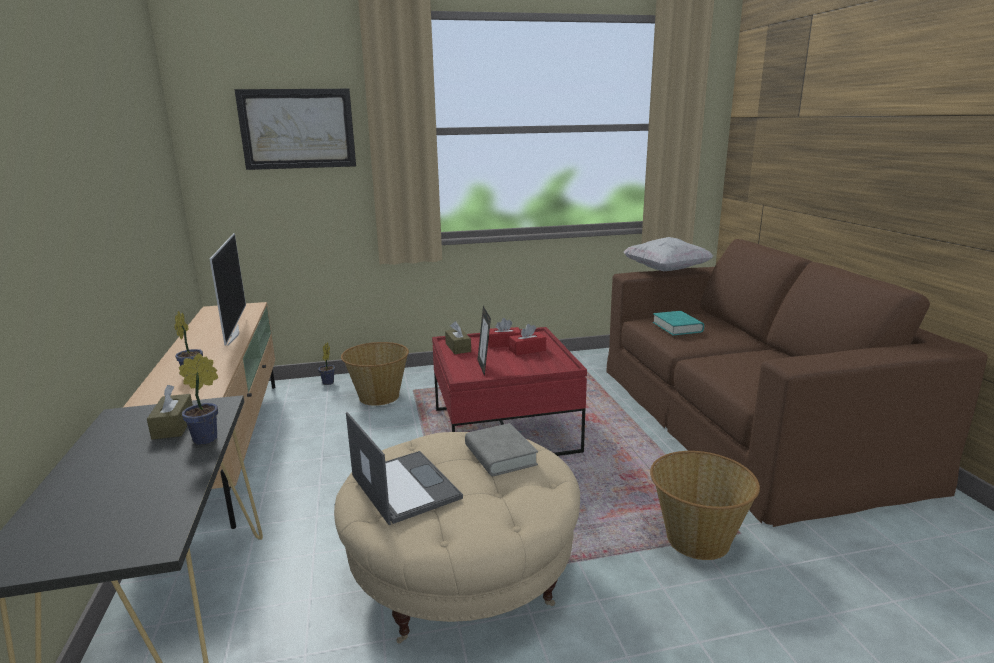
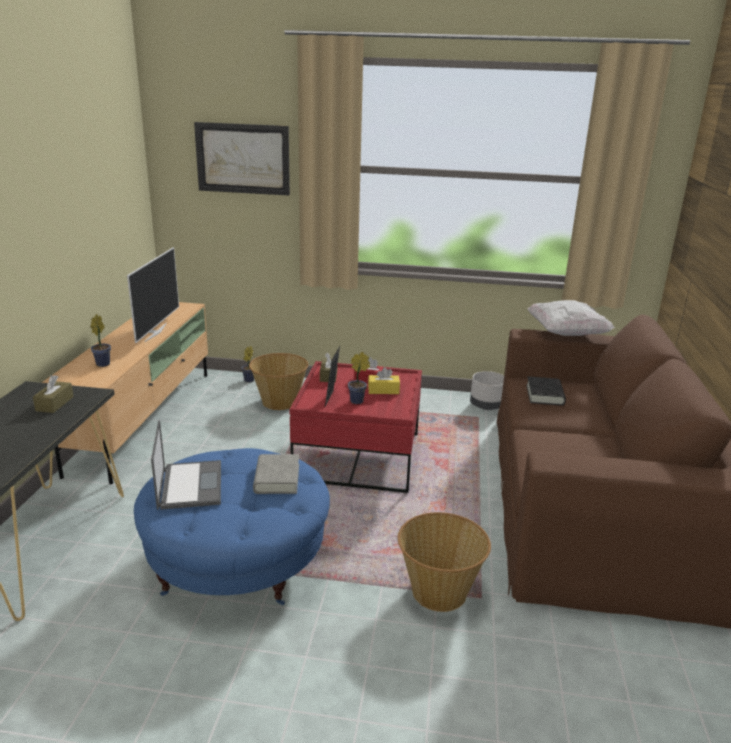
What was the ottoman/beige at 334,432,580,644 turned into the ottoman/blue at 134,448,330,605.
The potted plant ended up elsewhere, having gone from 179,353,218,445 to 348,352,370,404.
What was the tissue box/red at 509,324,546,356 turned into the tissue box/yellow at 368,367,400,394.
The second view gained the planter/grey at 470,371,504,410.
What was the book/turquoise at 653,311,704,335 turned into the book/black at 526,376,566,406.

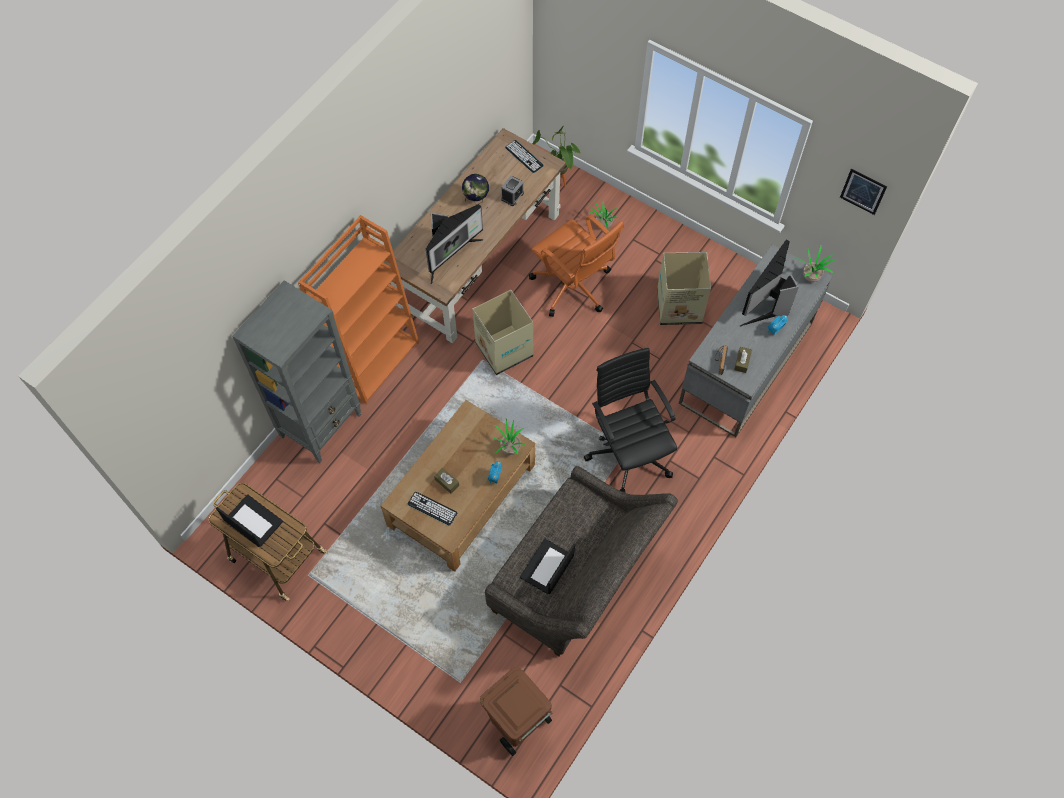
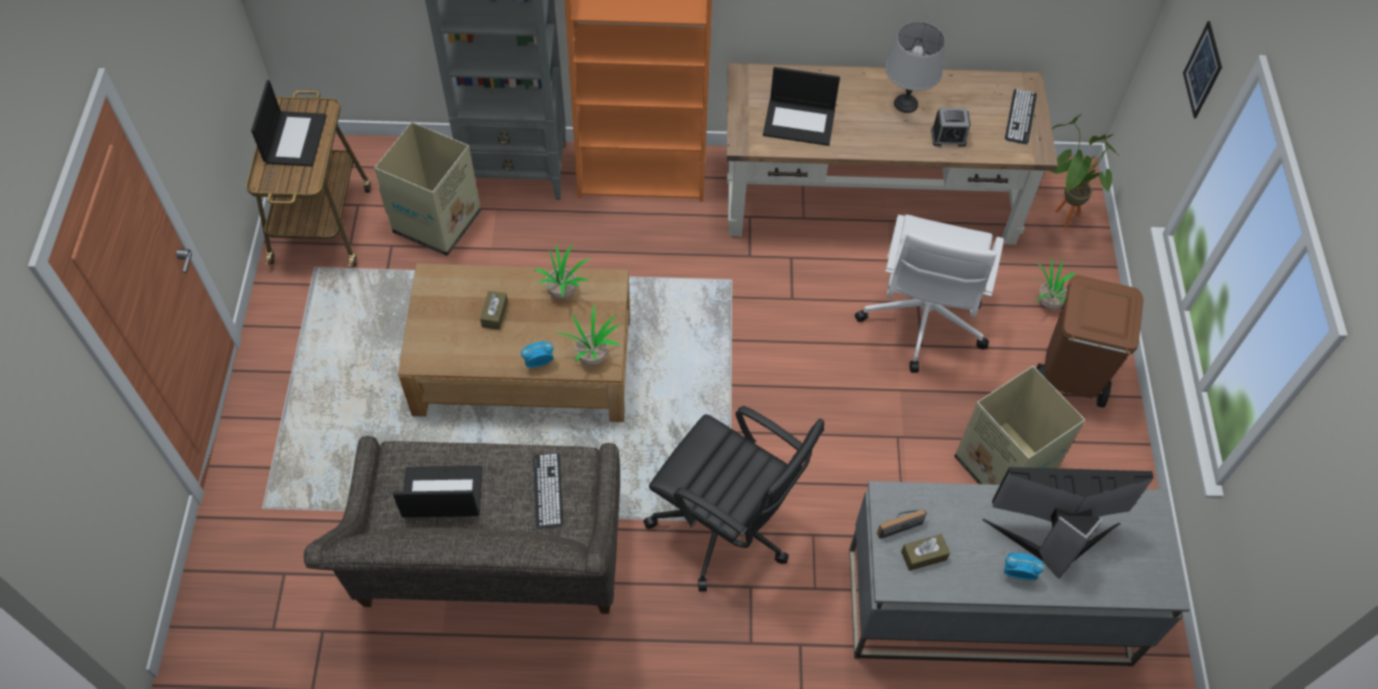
The cardboard box ended up elsewhere, having gone from 472,290,533,375 to 374,122,481,256.
The keyboard ended up elsewhere, having gone from 407,492,457,526 to 533,453,563,529.
The potted plant ended up elsewhere, having gone from 796,246,835,282 to 535,243,592,299.
The office chair/black at 584,348,677,493 ended up facing another way, 90 degrees clockwise from before.
Where the monitor stood at 426,204,483,284, the laptop came to stand at 763,67,840,146.
What was the office chair/orange at 529,215,624,317 turned into the office chair/white at 855,215,1004,373.
Where the globe stood at 462,174,489,205, the table lamp/grey came to stand at 886,22,945,113.
The trash can/brown ended up elsewhere, having gone from 480,667,553,756 to 1036,275,1143,408.
The picture ended up elsewhere, having gone from 840,168,887,215 to 1183,21,1222,118.

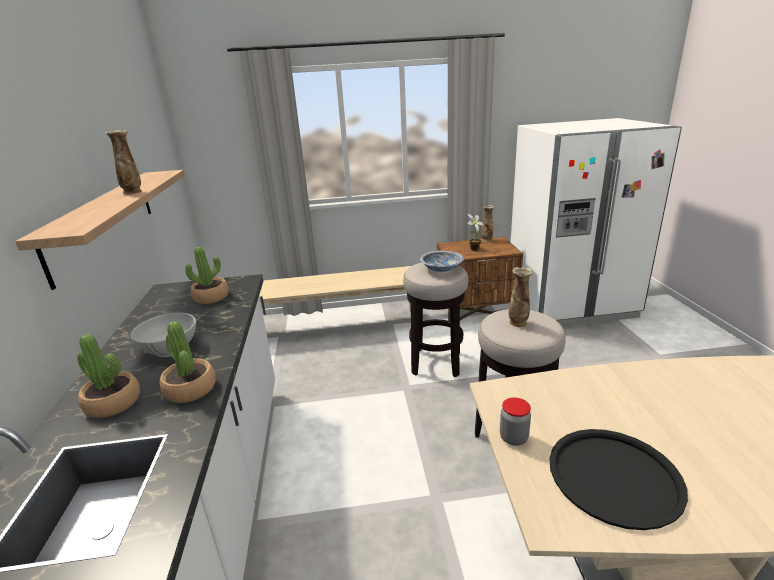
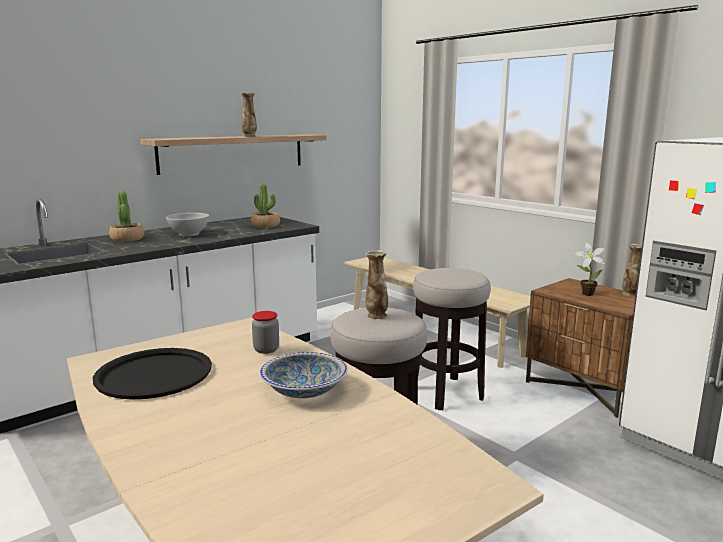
The jar ended up elsewhere, having gone from 500,397,531,446 to 252,311,279,354.
The bowl ended up elsewhere, having gone from 420,251,464,272 to 260,352,348,398.
The second view lost the potted plant at 159,321,216,403.

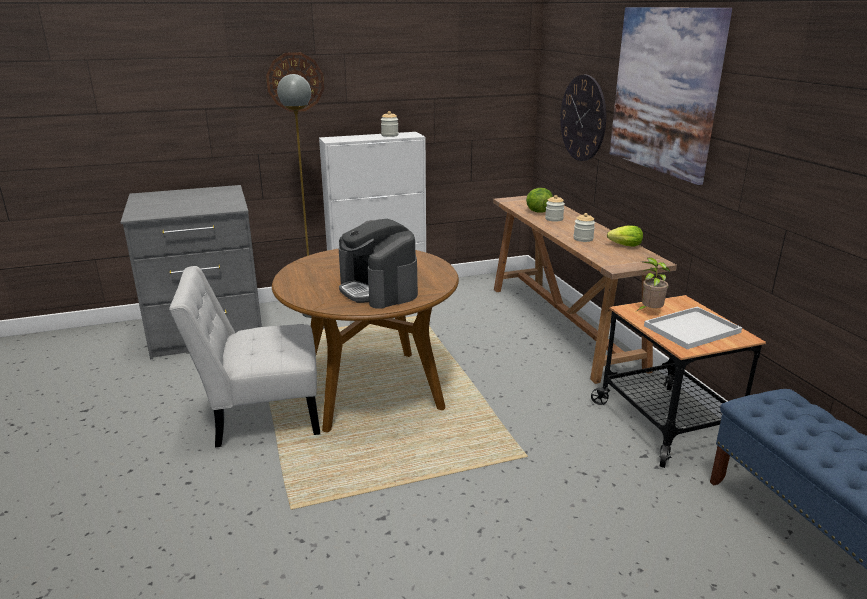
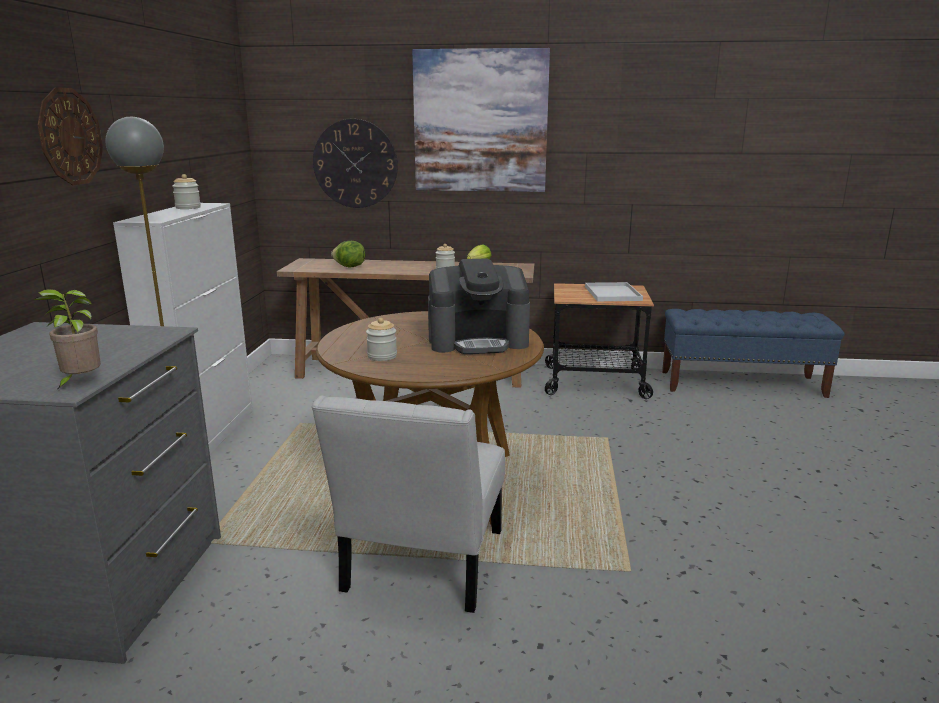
The potted plant ended up elsewhere, having gone from 637,257,670,311 to 33,289,101,390.
The jar ended up elsewhere, having gone from 545,195,565,222 to 366,318,397,361.

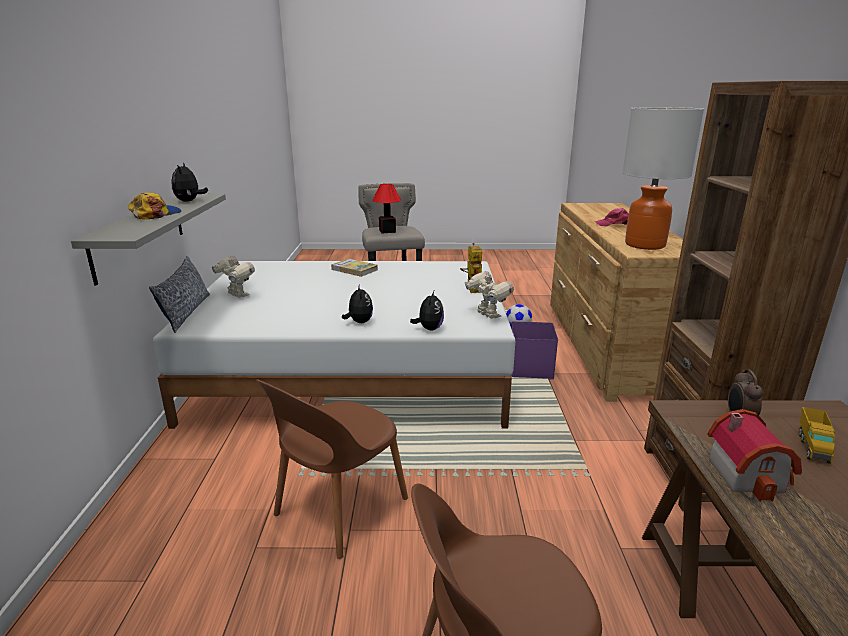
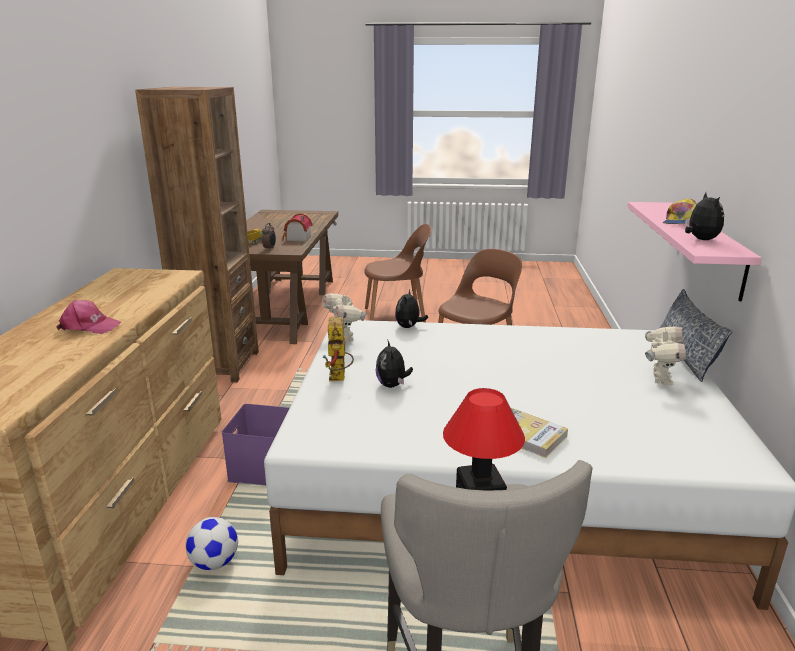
The plush toy ended up elsewhere, having gone from 342,284,373,323 to 376,339,413,388.
What was the shelf/grey at 71,194,226,286 turned into the shelf/pink at 627,202,762,302.
The toy robot at 212,256,255,298 ended up facing another way, 120 degrees counterclockwise from before.
The second view lost the table lamp at 622,107,704,250.

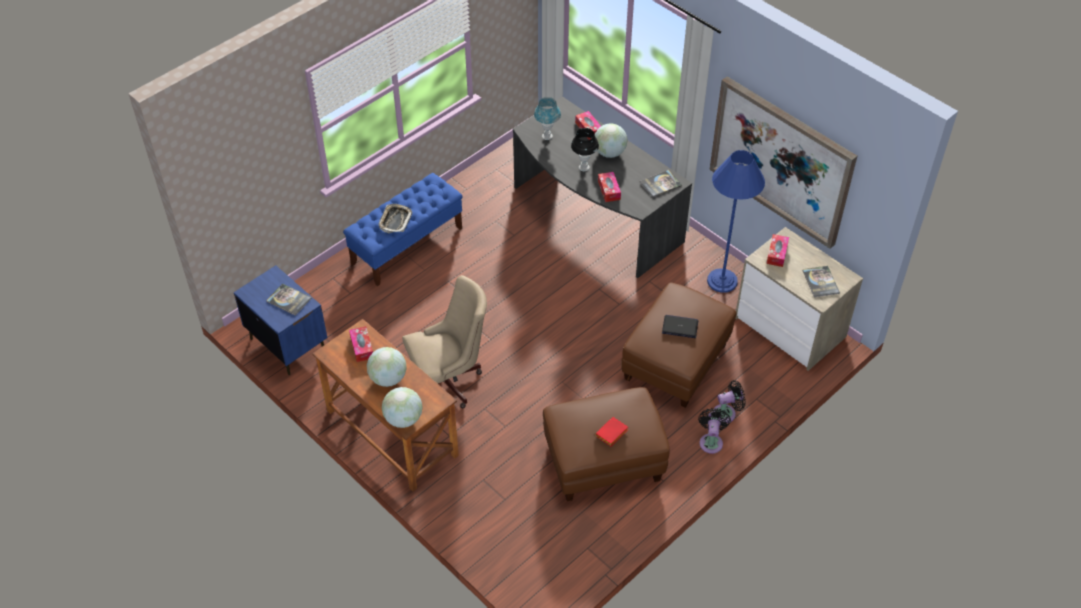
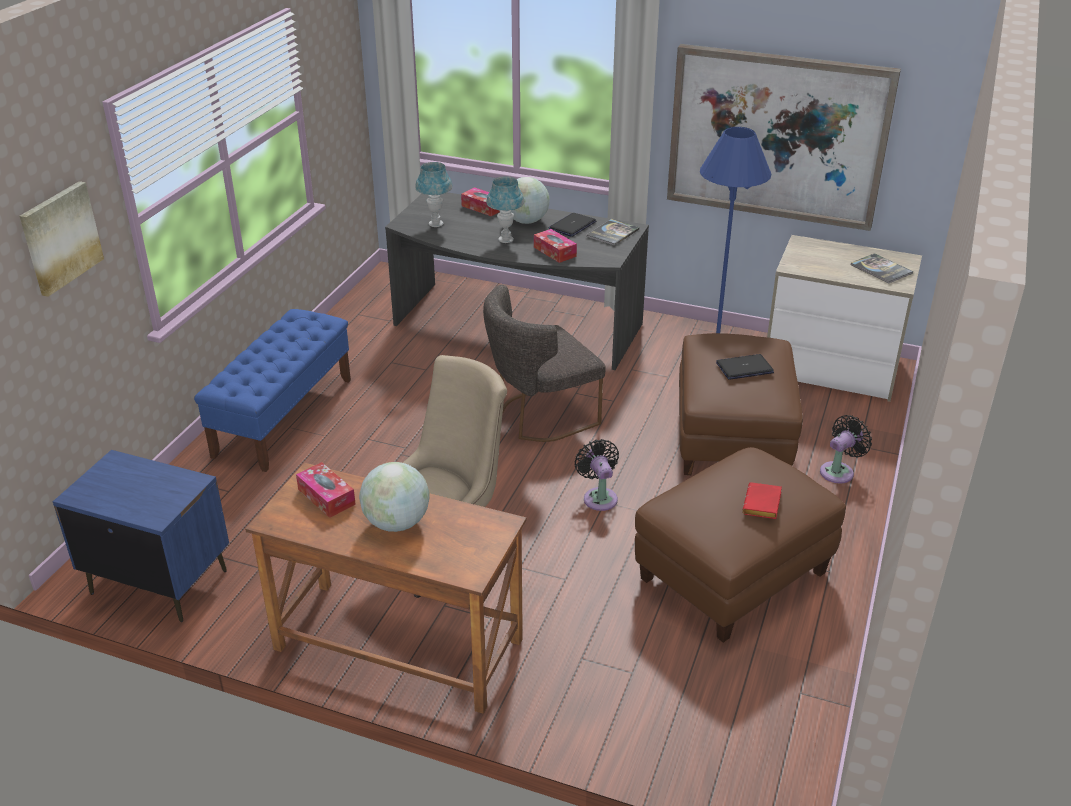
The second view gained the picture at 19,181,104,297.
The second view gained the chair/grey at 483,285,606,442.
What was the table lamp/black at 571,128,599,171 turned into the table lamp/blue at 486,176,524,243.
The second view gained the laptop at 548,213,596,237.
The fan/black ended up elsewhere, having gone from 698,408,731,454 to 575,439,619,511.
The second view lost the book at 266,283,312,316.
The second view lost the tray at 378,204,412,233.
The second view lost the globe at 382,387,423,428.
The second view lost the tissue box at 766,234,789,267.

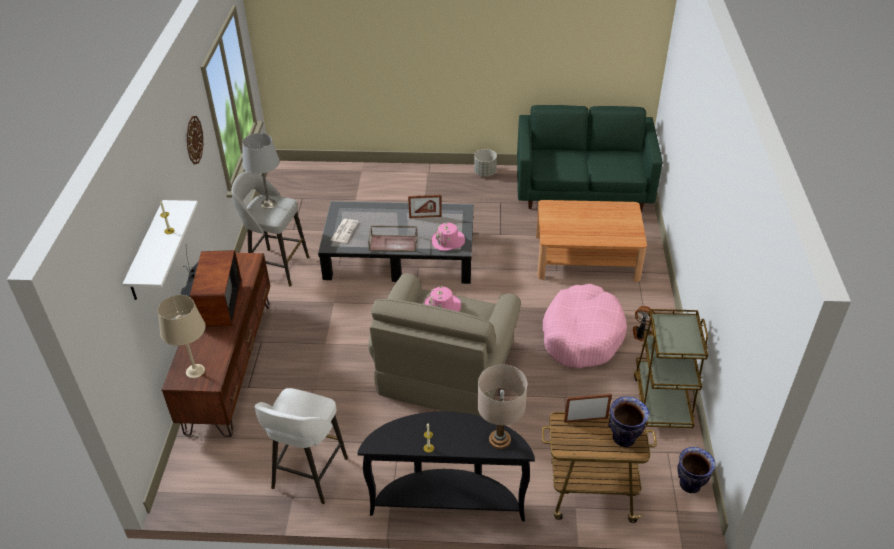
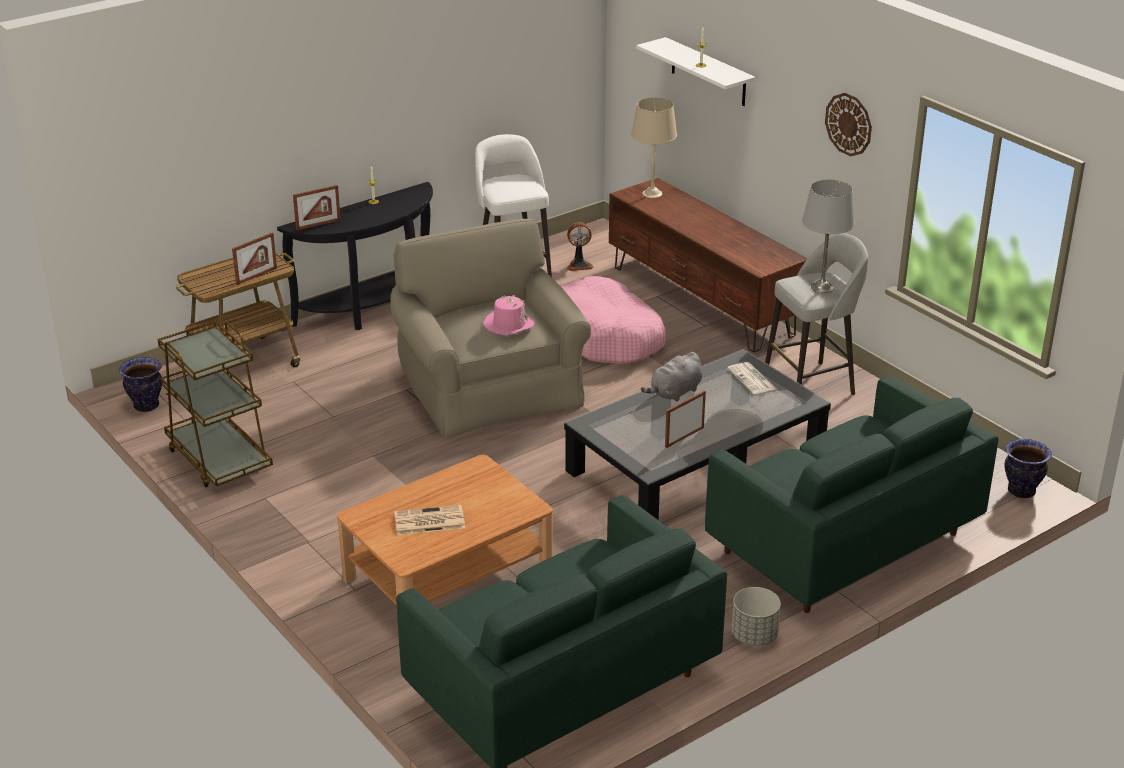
Where the table lamp/beige stood at 478,364,527,450, the picture frame came to stand at 293,185,341,230.
The second view gained the newspaper at 394,505,465,535.
The dog bed/pink ended up elsewhere, having gone from 543,283,627,368 to 561,276,666,364.
The fan ended up elsewhere, having gone from 633,306,655,341 to 567,222,594,271.
Where the tray/brown stood at 368,225,418,252, the plush toy/grey came to stand at 641,352,702,402.
The second view gained the sofa/green at 705,376,999,613.
The vase ended up elsewhere, having gone from 608,397,649,447 to 1005,439,1052,498.
The second view lost the television at 180,249,242,327.
The second view lost the hat/pink at 431,223,465,251.

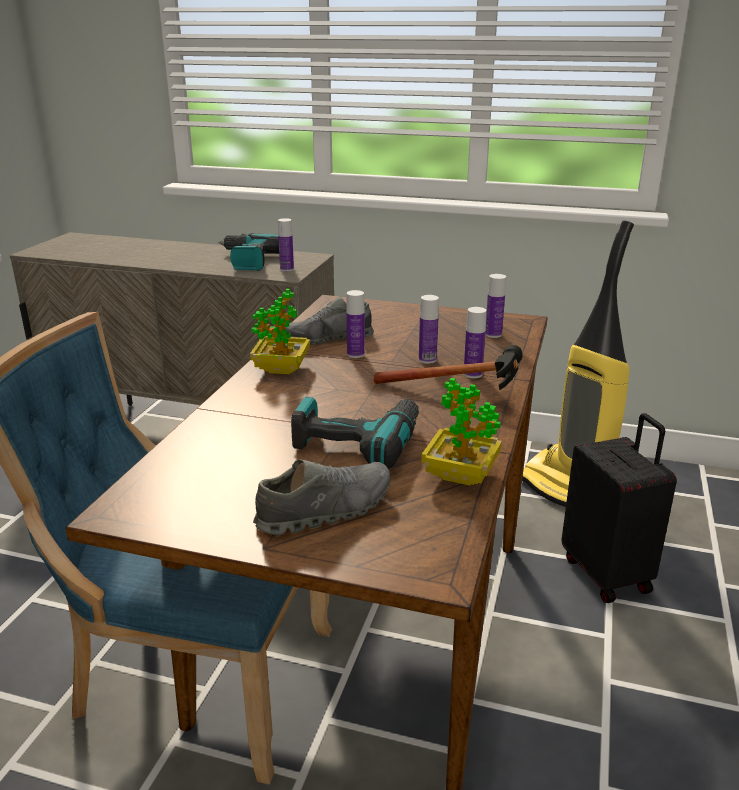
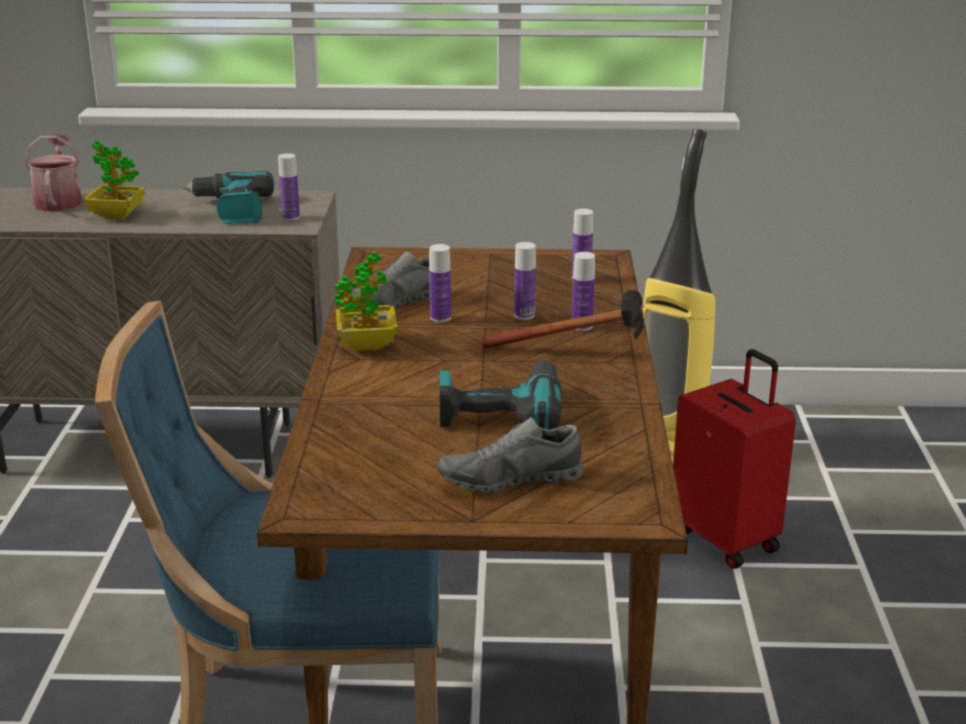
The second view gained the watering can at 25,134,83,211.
The potted plant ended up elsewhere, having gone from 421,378,502,486 to 83,141,145,219.
The shoe/grey at 253,460,390,535 ended up facing another way, 150 degrees counterclockwise from before.
What was the suitcase/black at 562,413,677,603 turned into the suitcase/red at 673,349,796,569.

